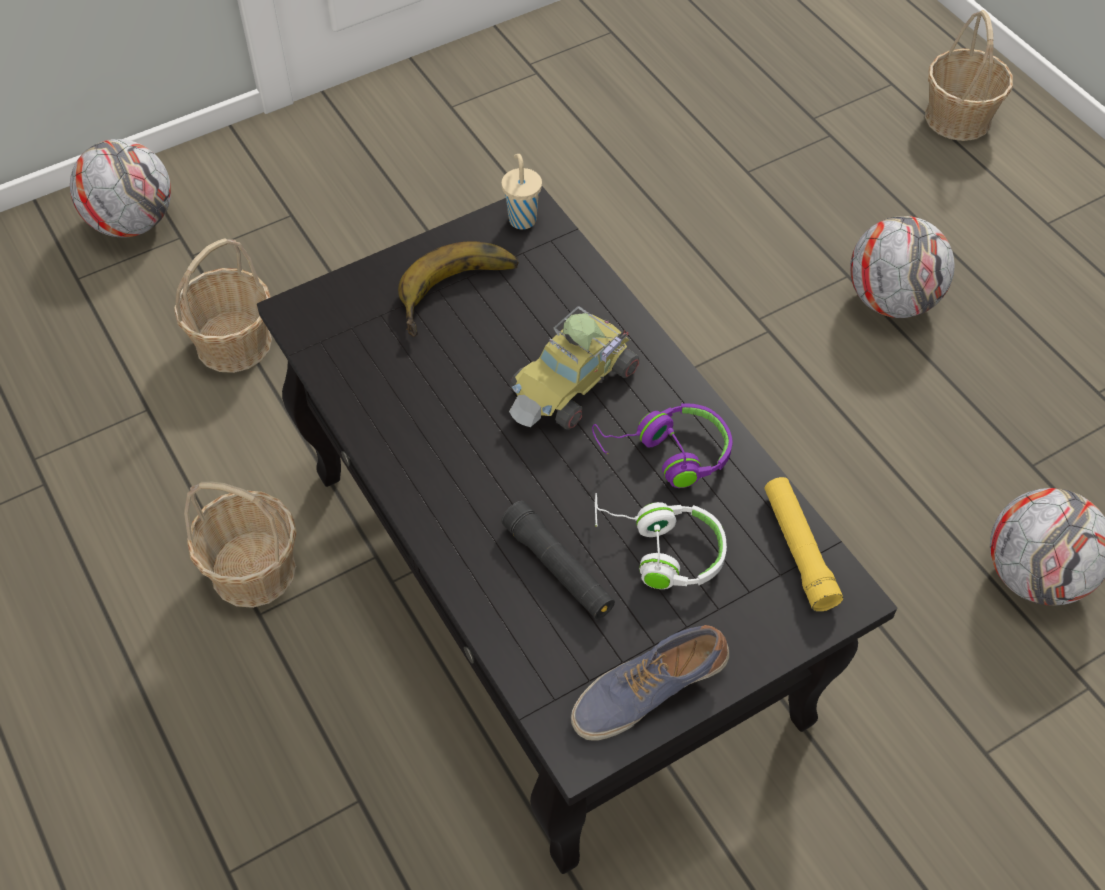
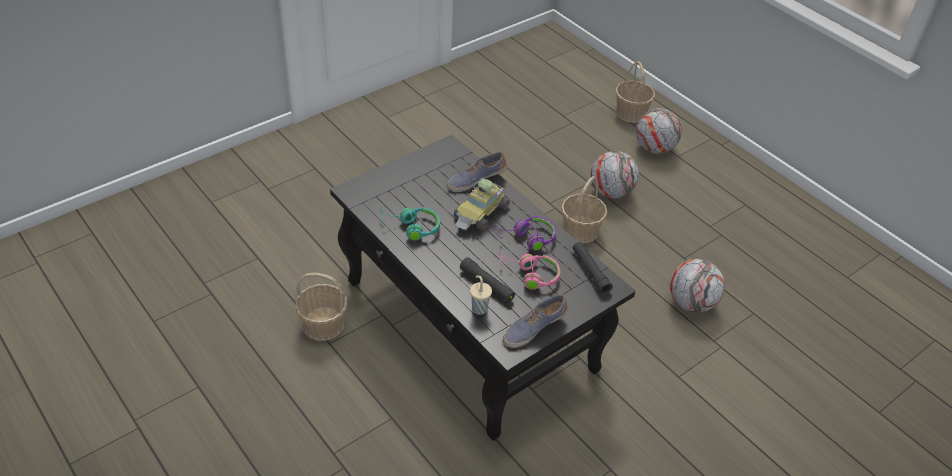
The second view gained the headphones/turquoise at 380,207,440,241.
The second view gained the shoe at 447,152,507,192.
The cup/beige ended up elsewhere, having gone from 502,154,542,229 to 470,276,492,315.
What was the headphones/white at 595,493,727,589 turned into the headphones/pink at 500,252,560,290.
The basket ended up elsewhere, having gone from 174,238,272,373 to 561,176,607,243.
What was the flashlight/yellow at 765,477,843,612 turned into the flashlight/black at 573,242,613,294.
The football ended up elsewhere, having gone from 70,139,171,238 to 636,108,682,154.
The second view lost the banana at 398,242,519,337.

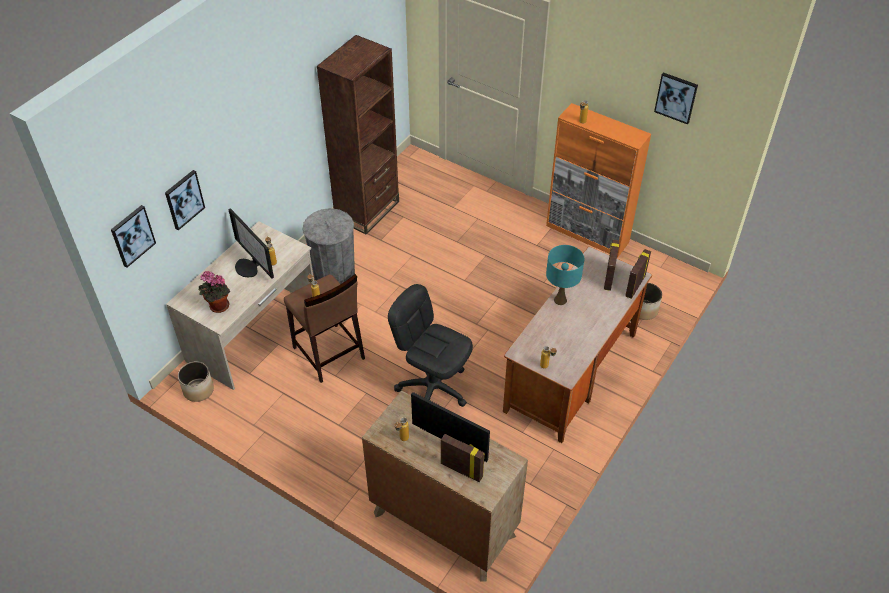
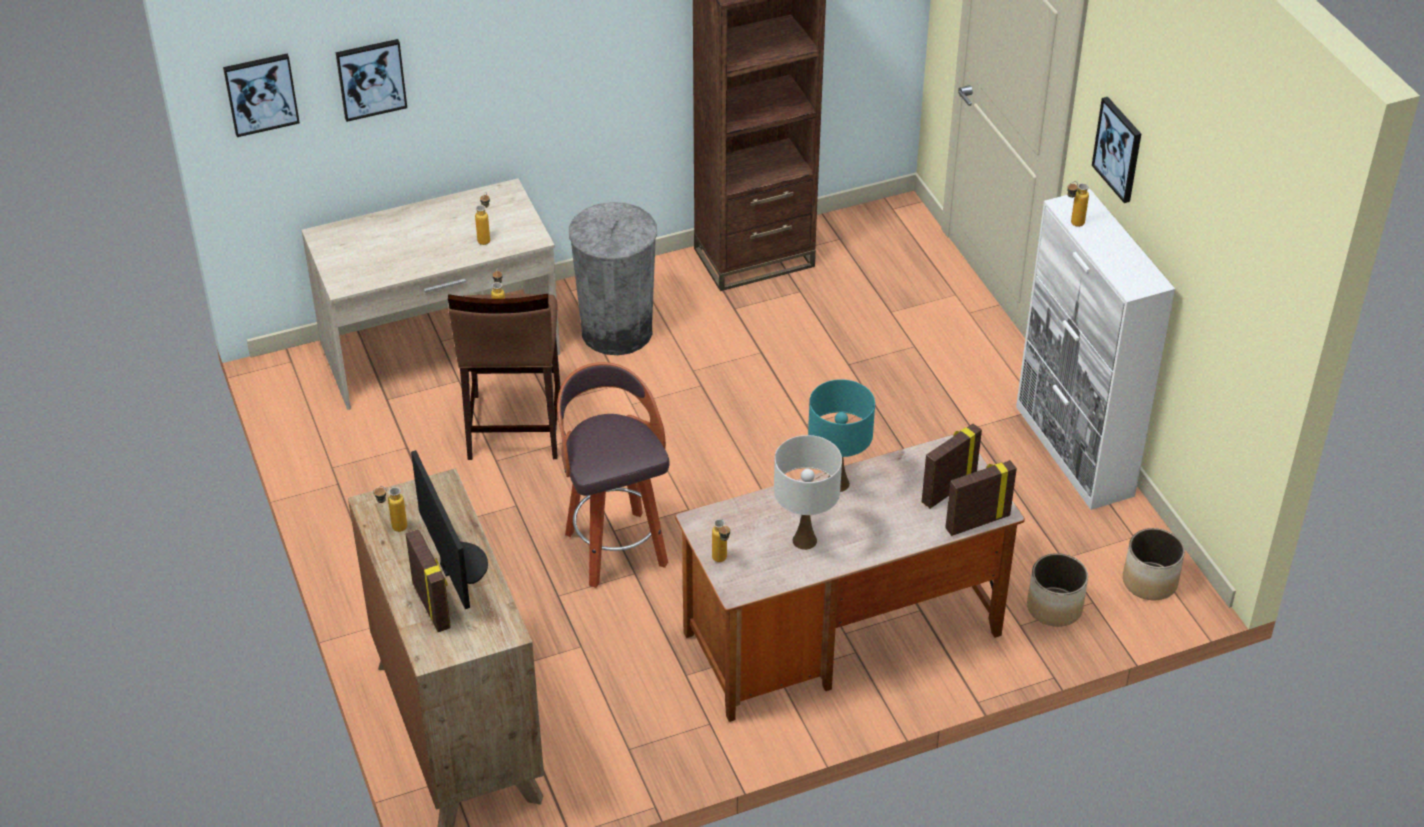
Where the office chair/black stood at 388,284,473,407, the stool came to stand at 557,362,669,588.
The second view gained the table lamp/white at 774,435,842,550.
What was the cabinet/orange at 546,103,651,258 turned into the cabinet/white at 1016,189,1175,510.
The picture ended up elsewhere, having gone from 654,72,698,125 to 1092,97,1141,203.
The planter ended up elsewhere, having gone from 178,362,214,402 to 1123,528,1185,600.
The second view lost the potted plant at 198,271,230,313.
The second view lost the monitor at 228,208,274,278.

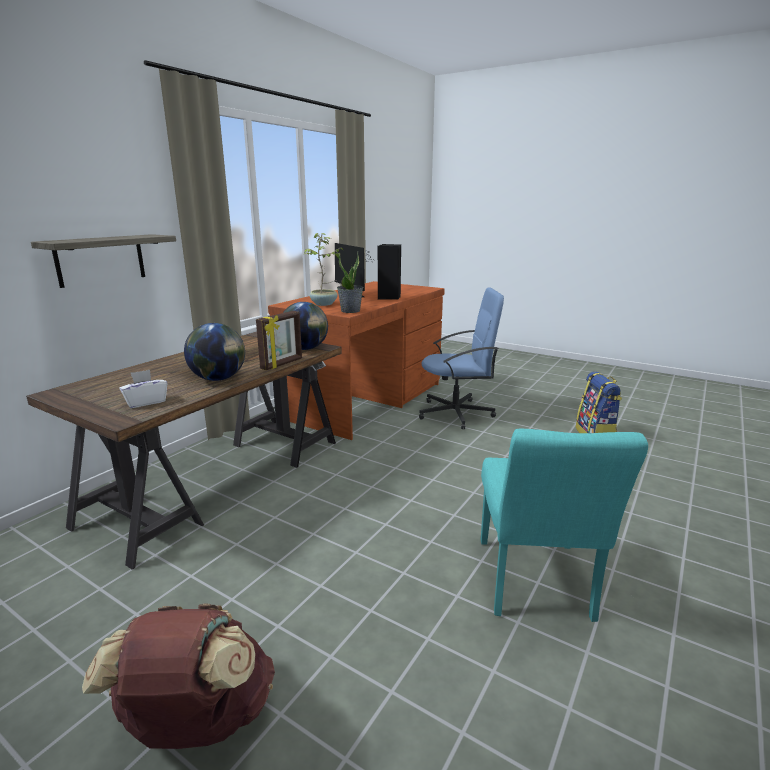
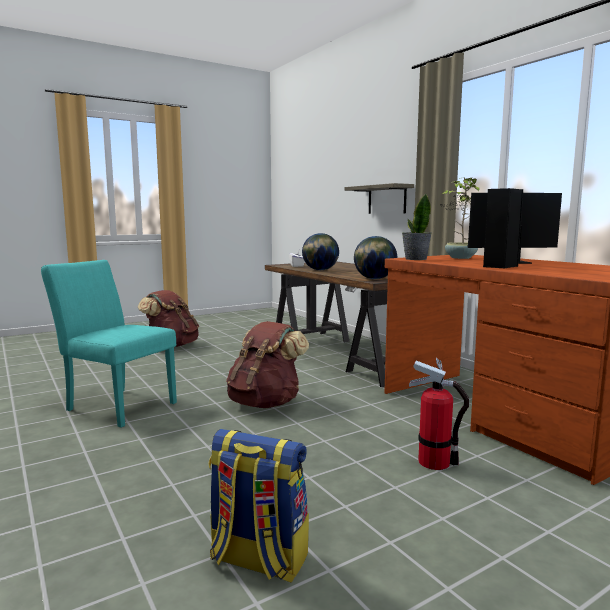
The second view gained the backpack/brown at 226,321,309,408.
Where the office chair/blue stood at 419,287,504,429, the fire extinguisher came to stand at 409,358,469,470.
The second view lost the picture frame at 256,311,302,370.

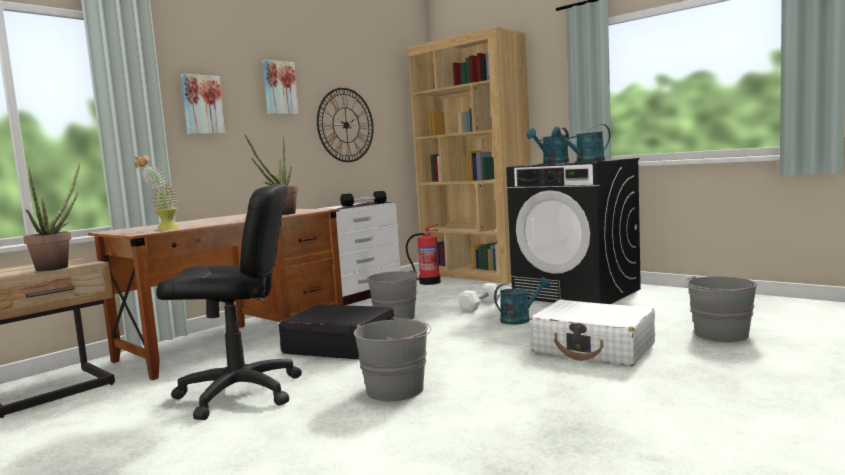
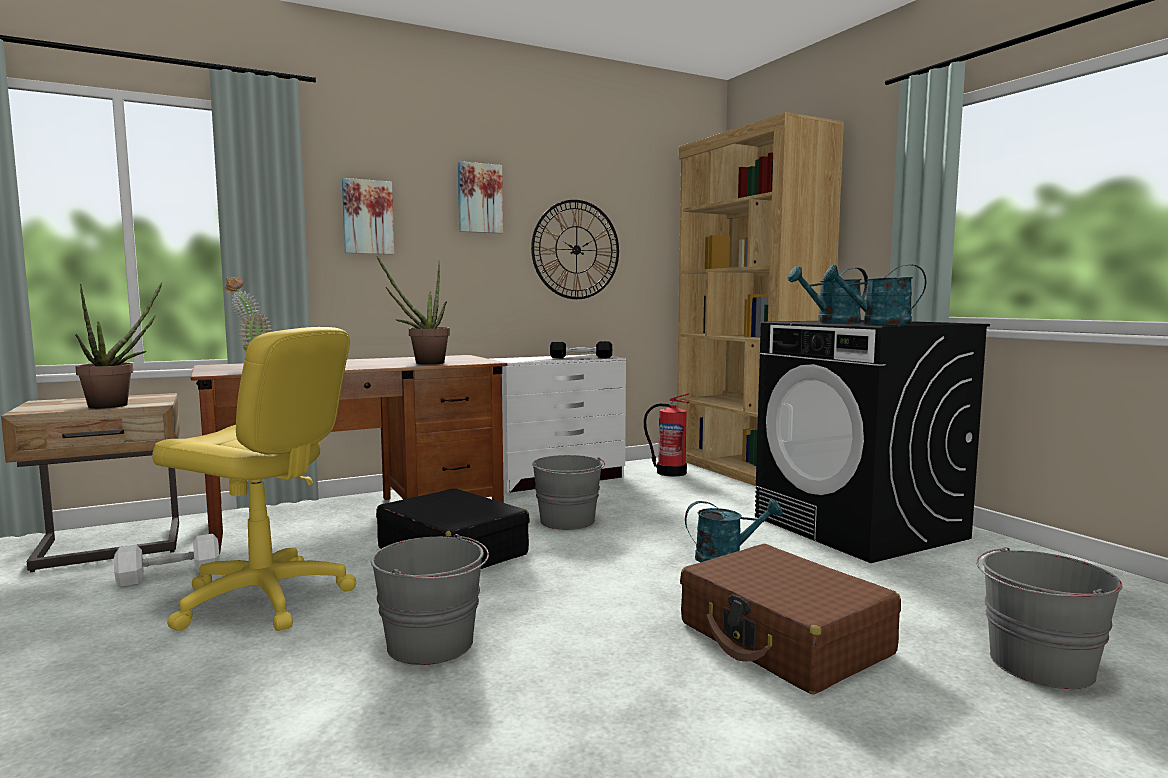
The dumbbell/white ended up elsewhere, having gone from 458,283,501,312 to 114,534,220,587.
What was the office chair/black at 156,184,302,420 turned into the office chair/yellow at 152,327,356,631.
What was the suitcase/white at 530,300,655,367 turned into the suitcase/brown at 680,544,901,694.

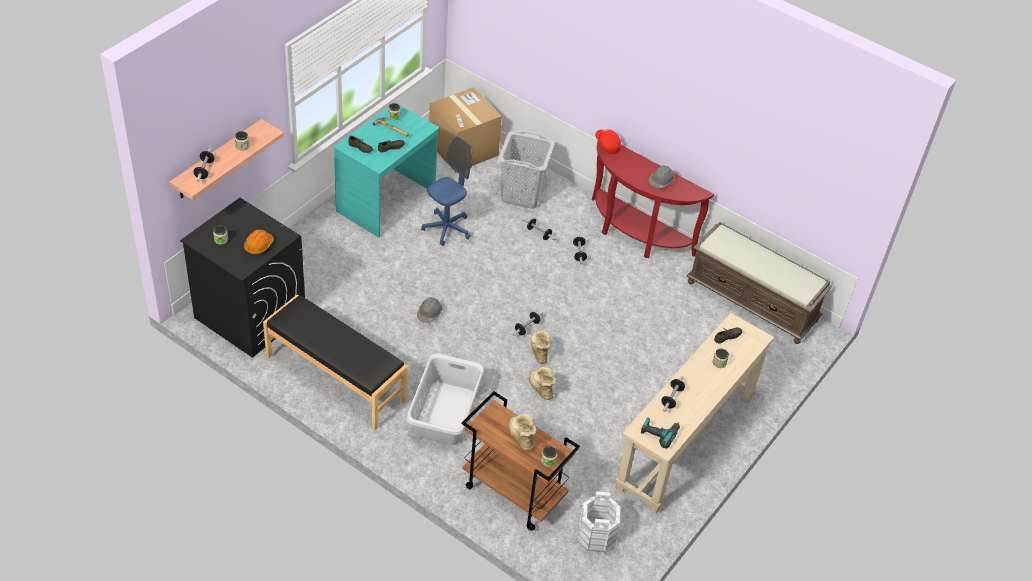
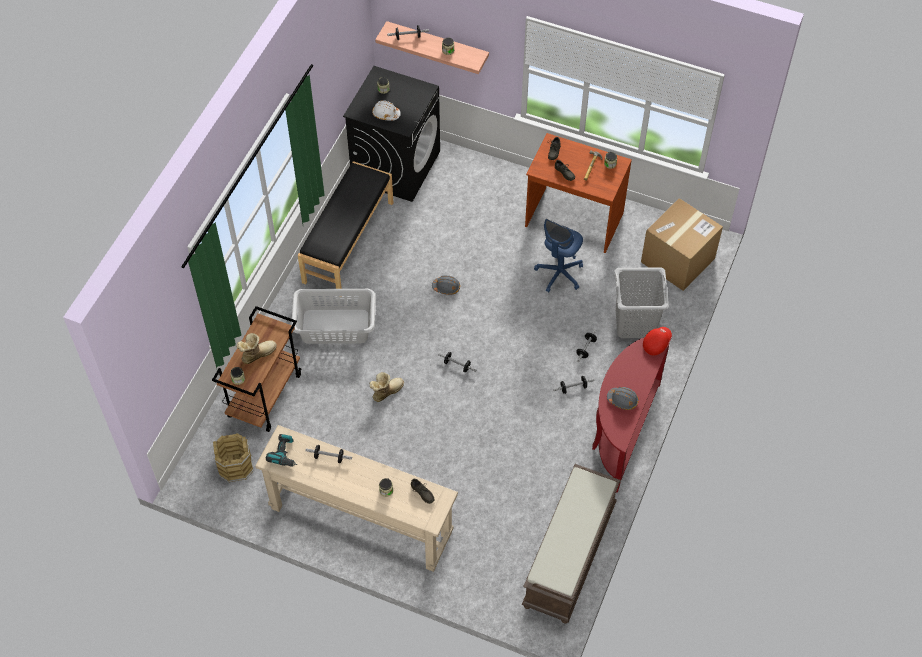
What was the bucket/white at 577,491,621,553 turned into the bucket/brown at 213,433,254,483.
What was the hard hat/orange at 244,229,274,254 turned into the hard hat/white at 372,100,401,121.
What was the desk/turquoise at 334,102,440,237 turned into the desk/brown at 525,133,632,253.
The office chair/blue at 421,136,473,246 ended up facing another way, 90 degrees clockwise from before.
The second view lost the boot at 531,330,551,363.

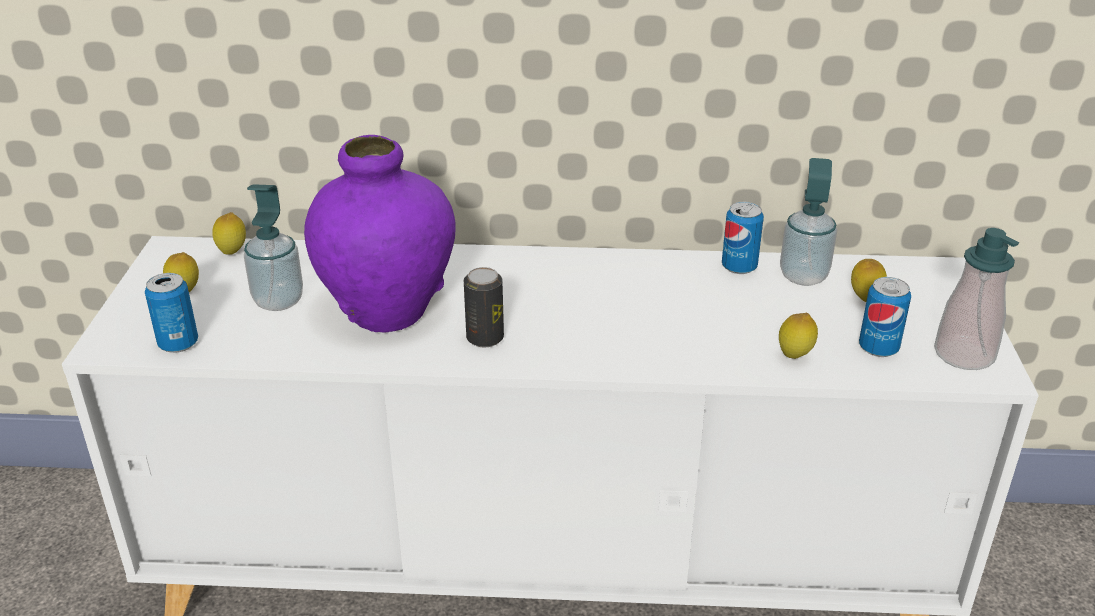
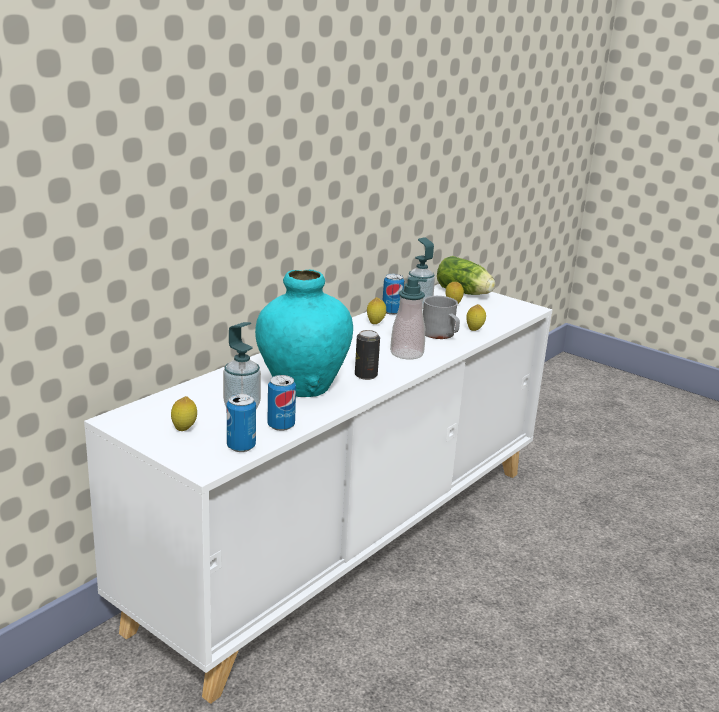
What was the vase/purple at 304,135,456,333 turned into the vase/turquoise at 255,270,353,397.
The can ended up elsewhere, having gone from 859,277,911,357 to 267,375,296,431.
The lemon ended up elsewhere, having gone from 212,212,246,255 to 367,297,386,324.
The soap dispenser ended up elsewhere, having gone from 934,228,1019,370 to 390,277,427,359.
The second view gained the mug/grey at 423,296,460,339.
The second view gained the lettuce at 437,256,495,295.

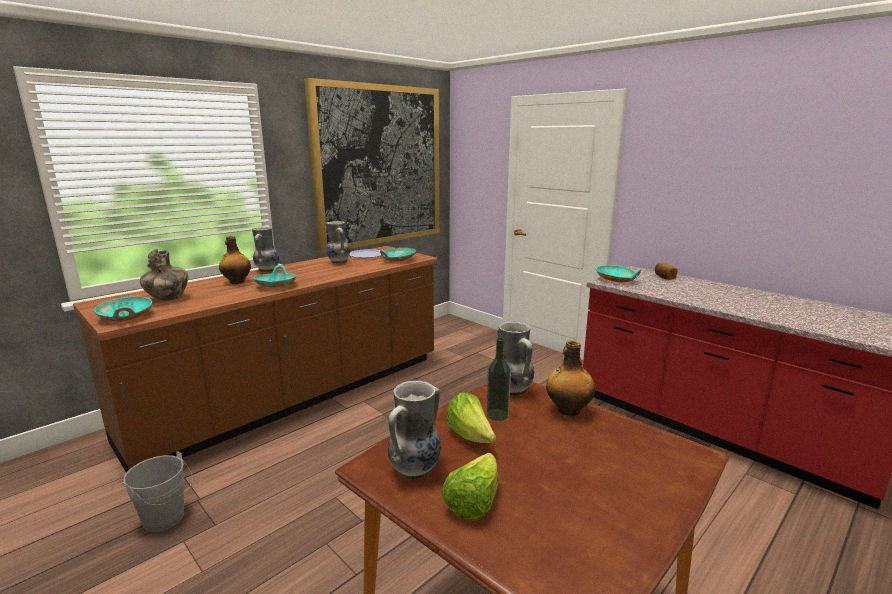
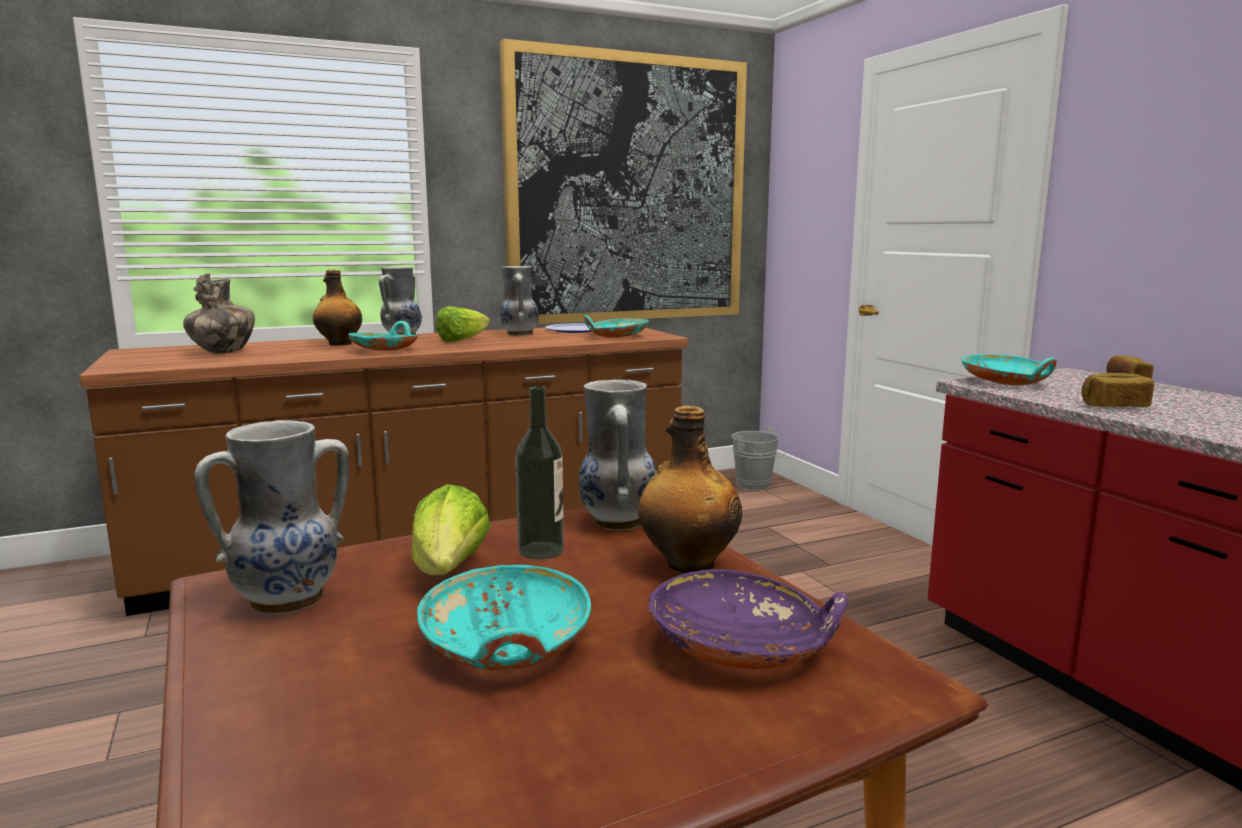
The bowl/turquoise ended up elsewhere, having gone from 94,296,152,321 to 417,565,591,670.
The lettuce ended up elsewhere, having gone from 442,453,498,520 to 436,306,490,342.
The second view gained the bowl/purple at 648,569,848,669.
The bucket/grey ended up elsewhere, having gone from 122,451,193,532 to 732,428,787,490.
The second view gained the bread at 1082,373,1154,407.

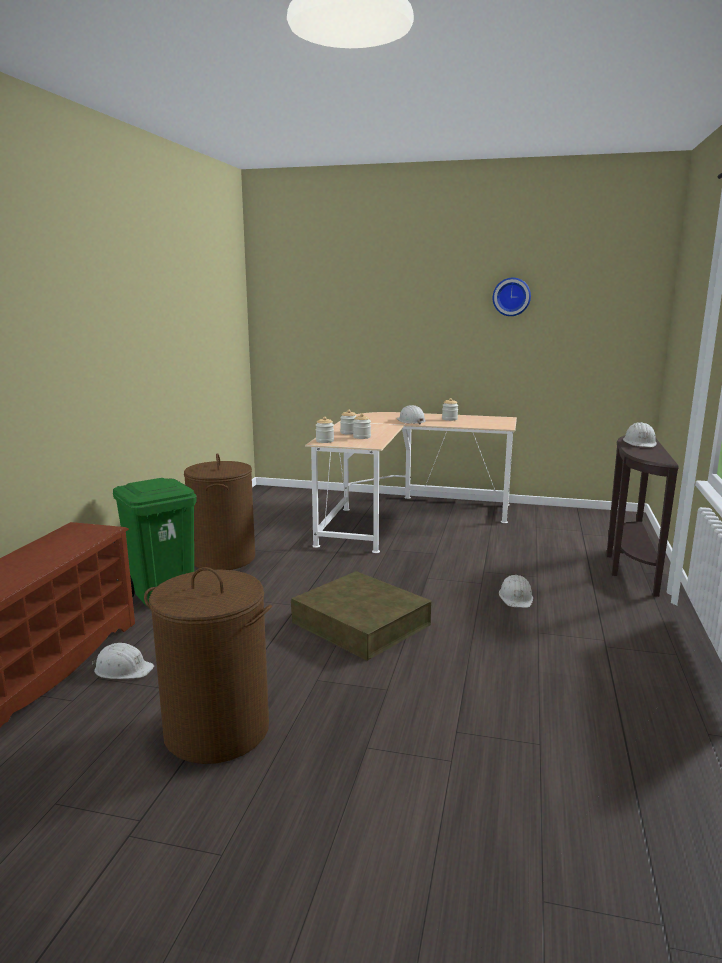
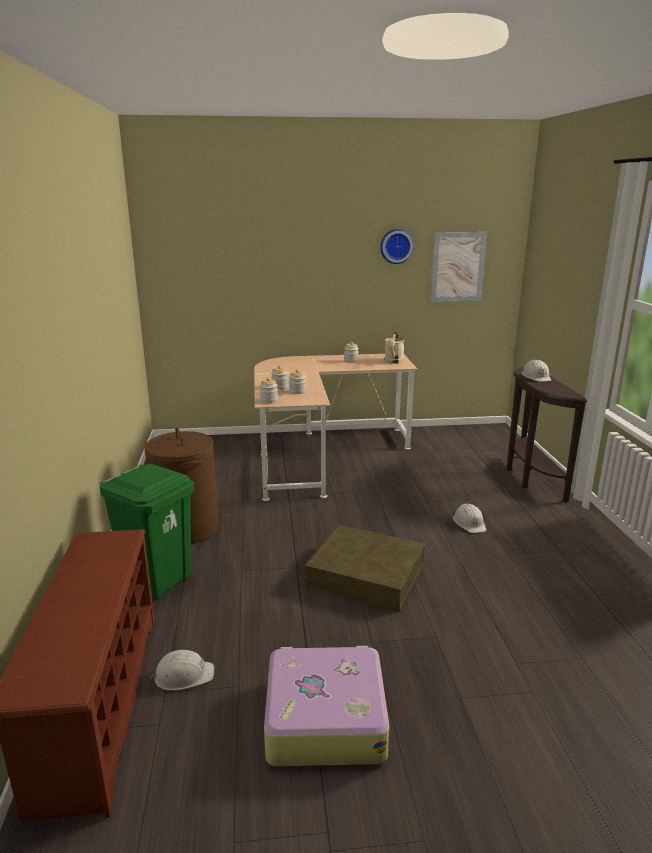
Where the laundry basket/brown stood at 144,567,272,764, the suitcase came to stand at 264,646,389,766.
The second view gained the watering can/beige at 384,332,404,363.
The second view gained the picture at 430,232,487,302.
The second view lost the hard hat/white at 396,405,426,424.

